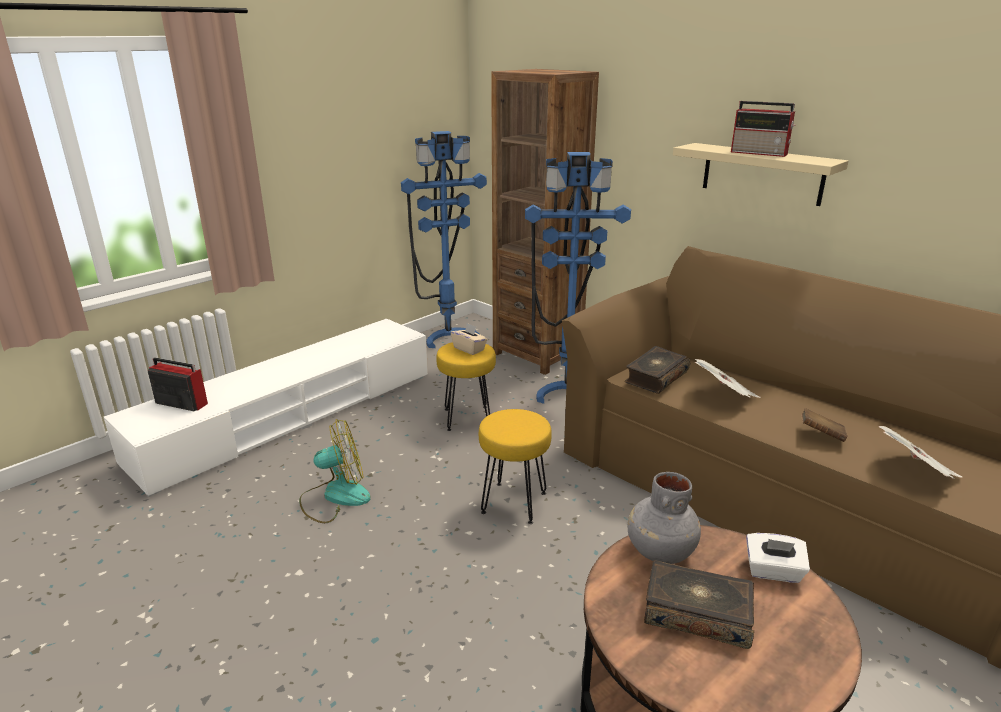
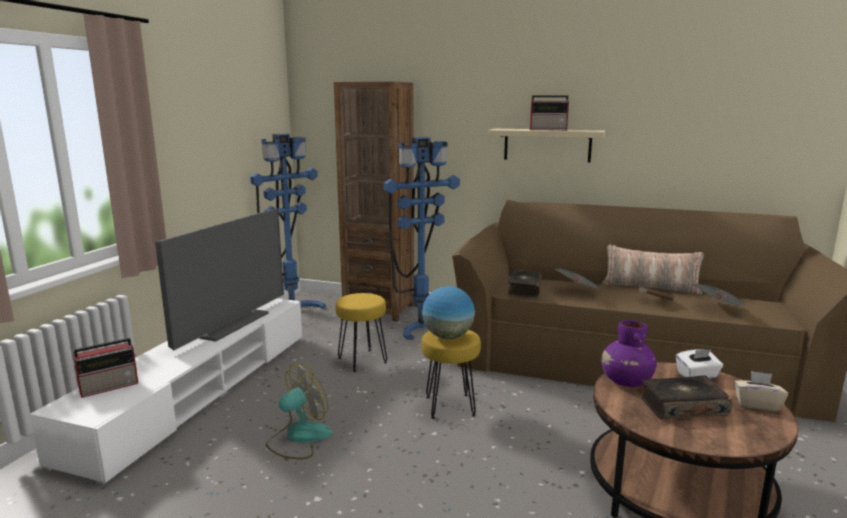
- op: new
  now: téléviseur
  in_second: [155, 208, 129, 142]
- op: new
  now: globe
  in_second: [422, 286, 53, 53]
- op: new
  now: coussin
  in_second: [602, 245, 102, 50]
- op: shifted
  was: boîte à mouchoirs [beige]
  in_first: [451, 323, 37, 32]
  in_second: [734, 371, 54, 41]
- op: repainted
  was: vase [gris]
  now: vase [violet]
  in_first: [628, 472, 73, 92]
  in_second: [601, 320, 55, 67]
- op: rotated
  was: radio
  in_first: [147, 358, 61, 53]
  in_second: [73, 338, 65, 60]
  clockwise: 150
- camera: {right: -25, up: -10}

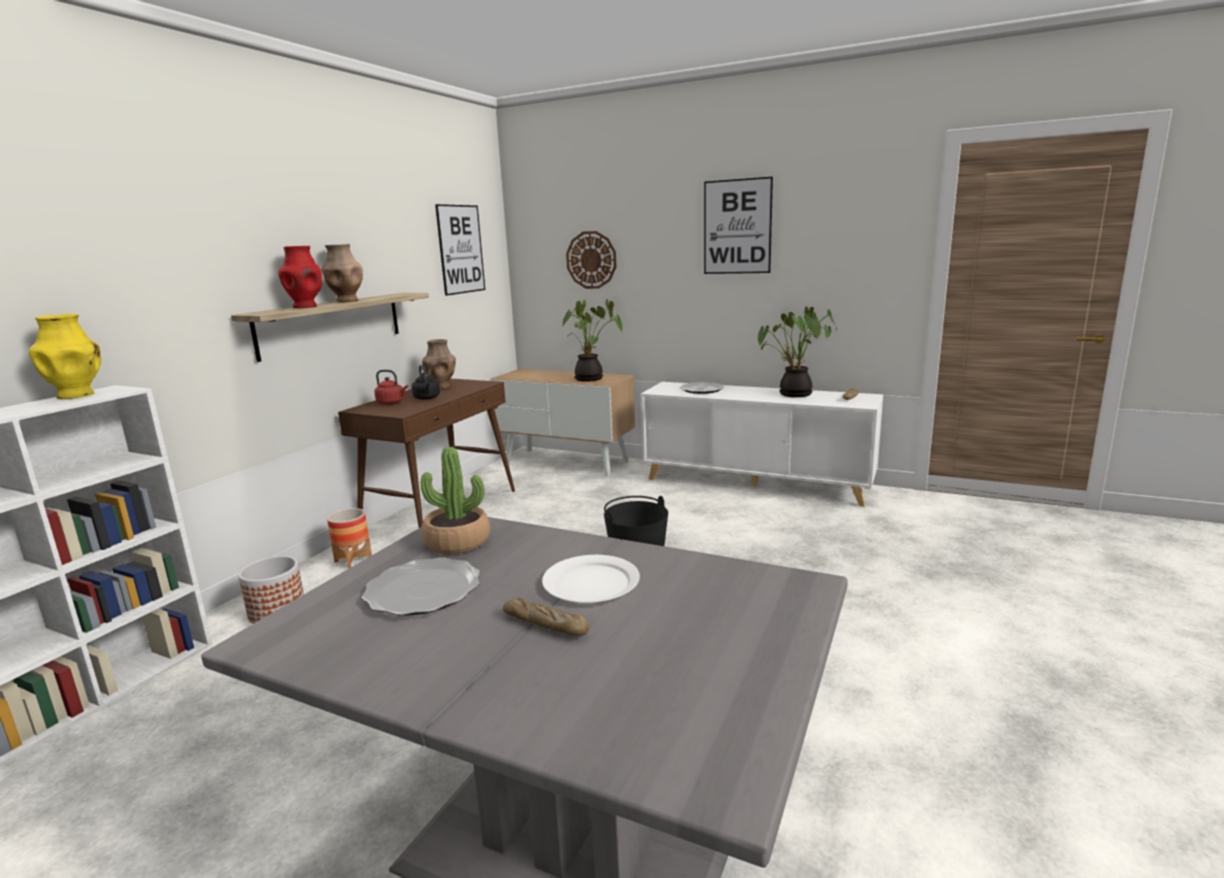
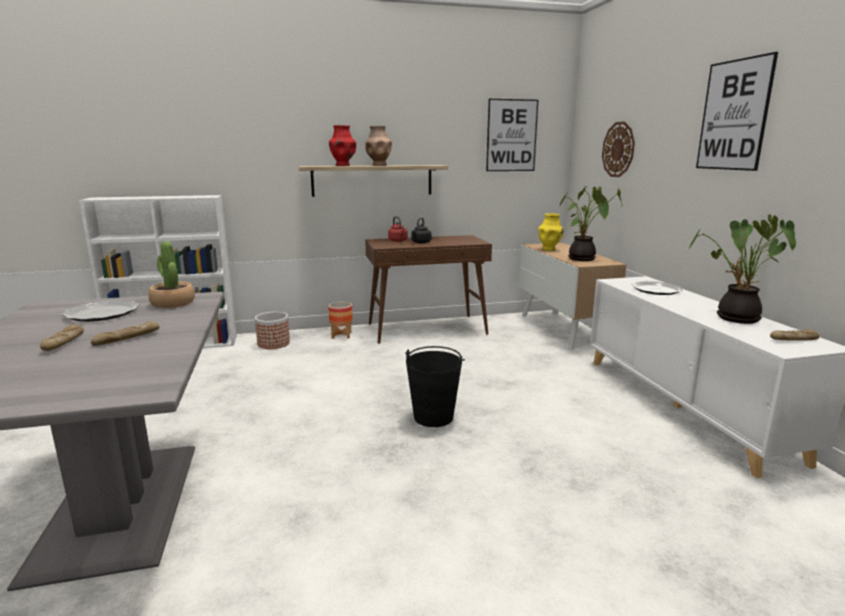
- op: gone
  was: vase [marron]
  in_first: [422, 339, 34, 50]
- op: shifted
  was: vase [jaune]
  in_first: [29, 314, 72, 85]
  in_second: [538, 214, 26, 37]
- op: swapped
  was: assiette [blanc]
  now: pain
  in_first: [542, 555, 98, 48]
  in_second: [91, 321, 68, 25]
- camera: {right: 50, up: 0}

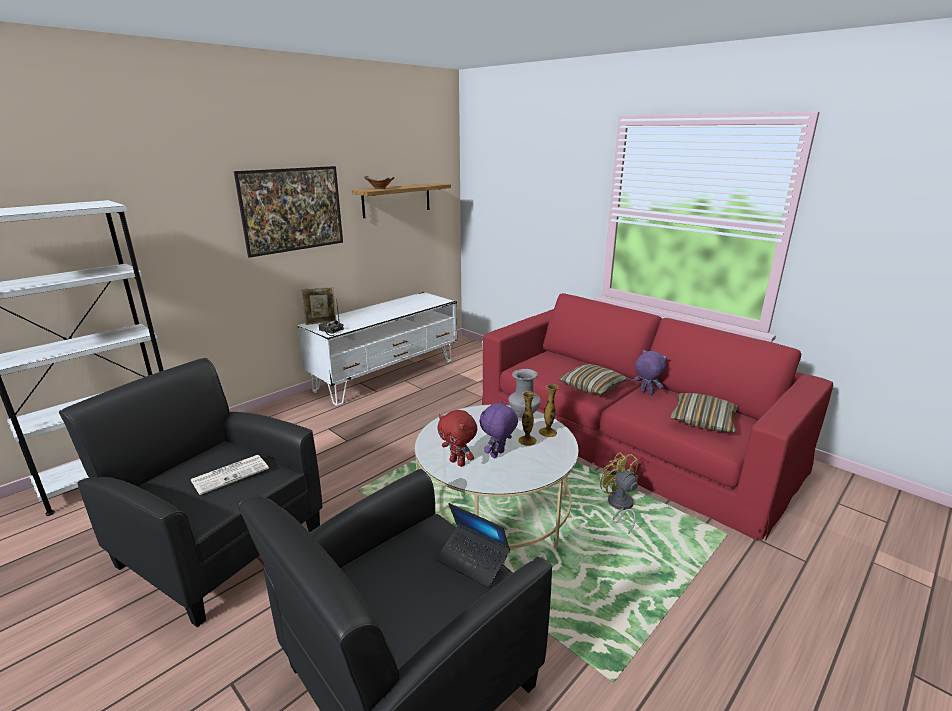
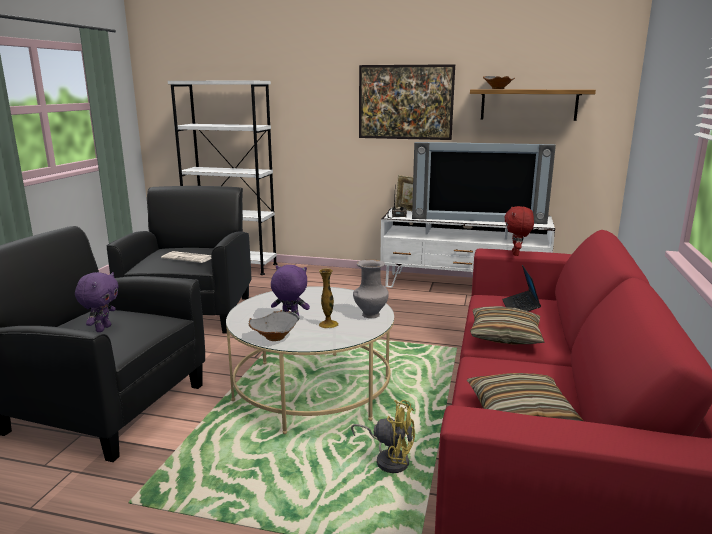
- op: gone
  was: vase
  in_first: [539, 384, 20, 53]
- op: new
  now: bol [gris]
  in_second: [248, 310, 51, 31]
- op: new
  now: téléviseur
  in_second: [412, 142, 144, 82]
- op: shifted
  was: ordinateur portable
  in_first: [436, 503, 74, 84]
  in_second: [502, 265, 39, 46]
- op: shifted
  was: peluche [rouge]
  in_first: [437, 410, 40, 57]
  in_second: [505, 206, 29, 50]
- op: shifted
  was: peluche [violet]
  in_first: [633, 350, 34, 45]
  in_second: [75, 272, 44, 60]
- op: rotated
  was: ventilateur [jaune]
  in_first: [600, 452, 38, 82]
  in_second: [351, 400, 64, 73]
  clockwise: 75
- camera: {right: 60, up: -5}

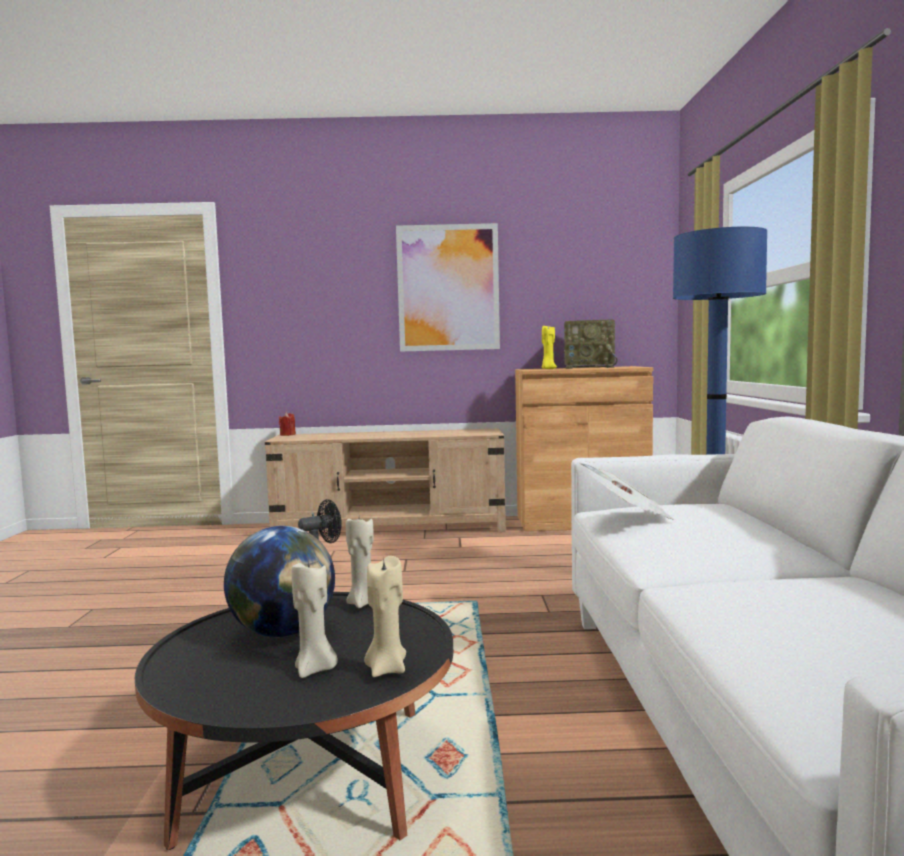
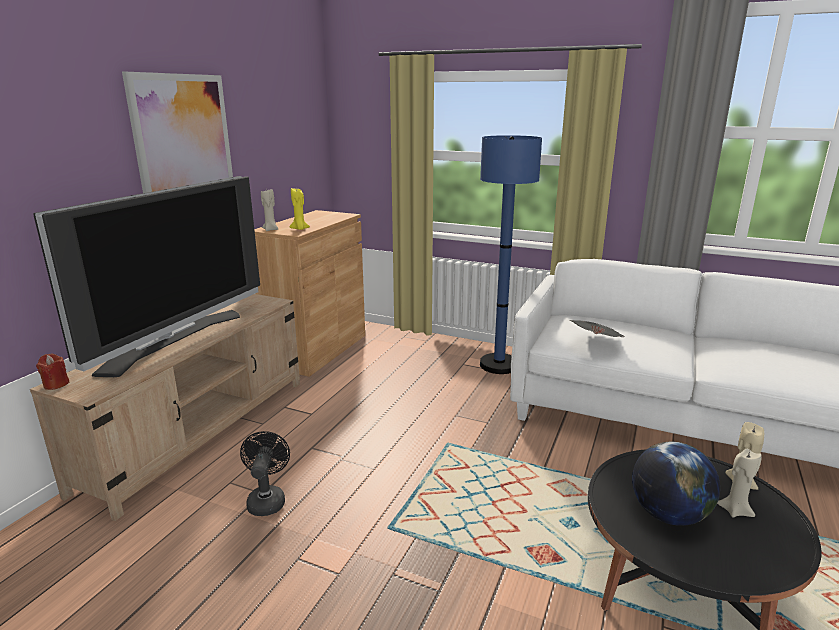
- op: gone
  was: radio
  in_first: [564, 319, 54, 50]
- op: new
  now: téléviseur
  in_second: [33, 176, 227, 201]
- op: shifted
  was: bougie [beige]
  in_first: [346, 518, 28, 90]
  in_second: [261, 189, 17, 42]
- camera: {right: -65, up: 15}

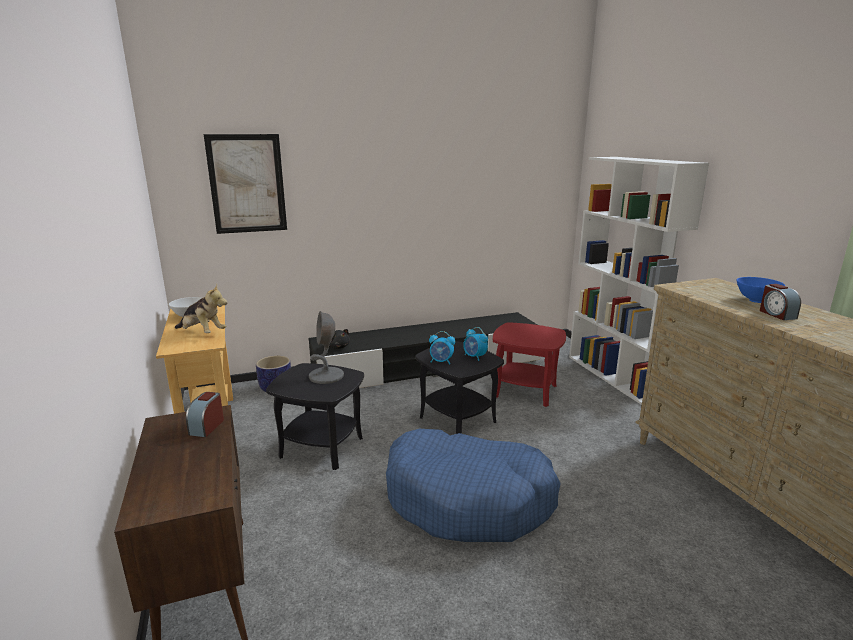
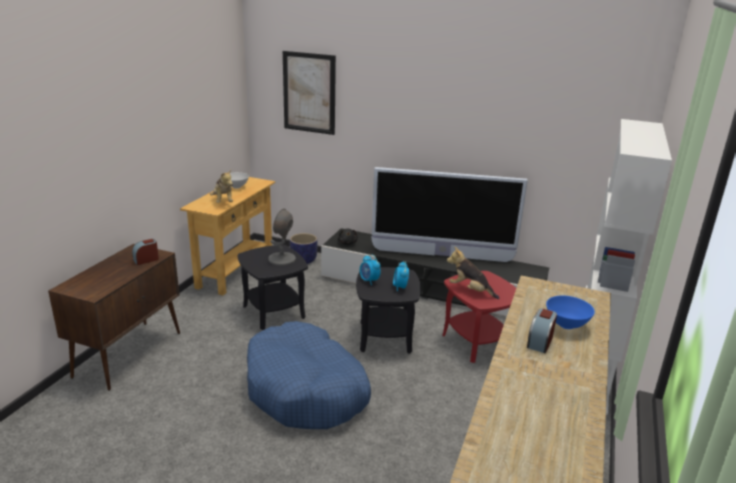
- op: new
  now: téléviseur
  in_second: [372, 167, 156, 95]
- op: new
  now: peluche
  in_second: [447, 246, 52, 53]
- camera: {right: 40, up: 5}

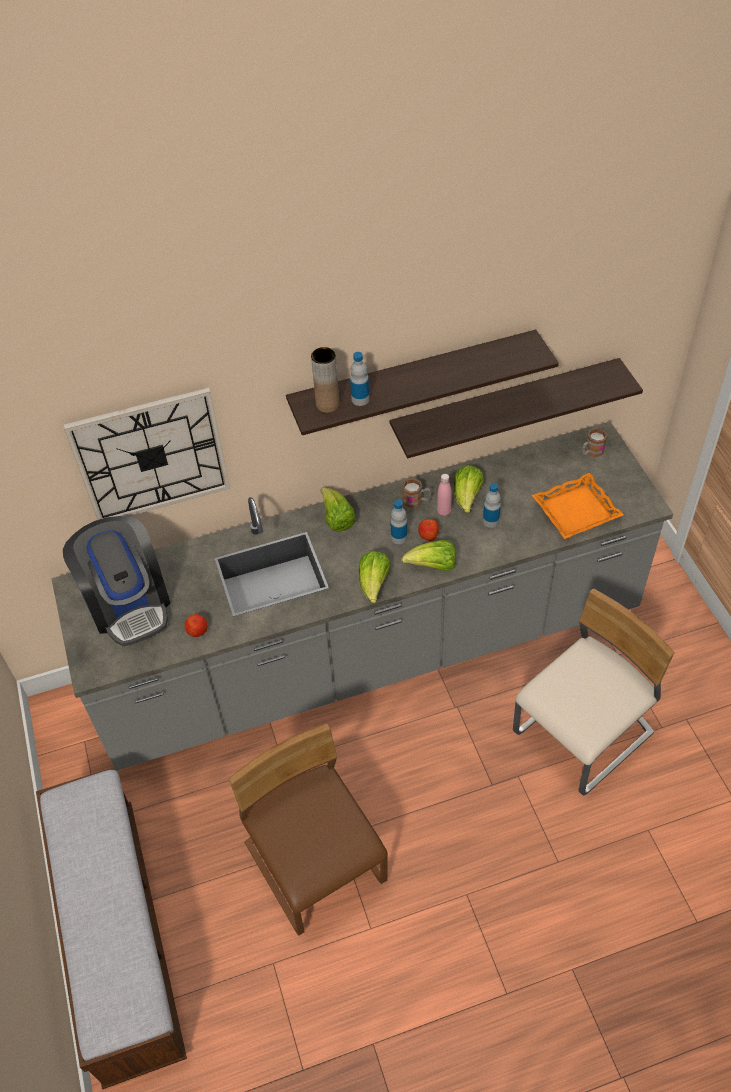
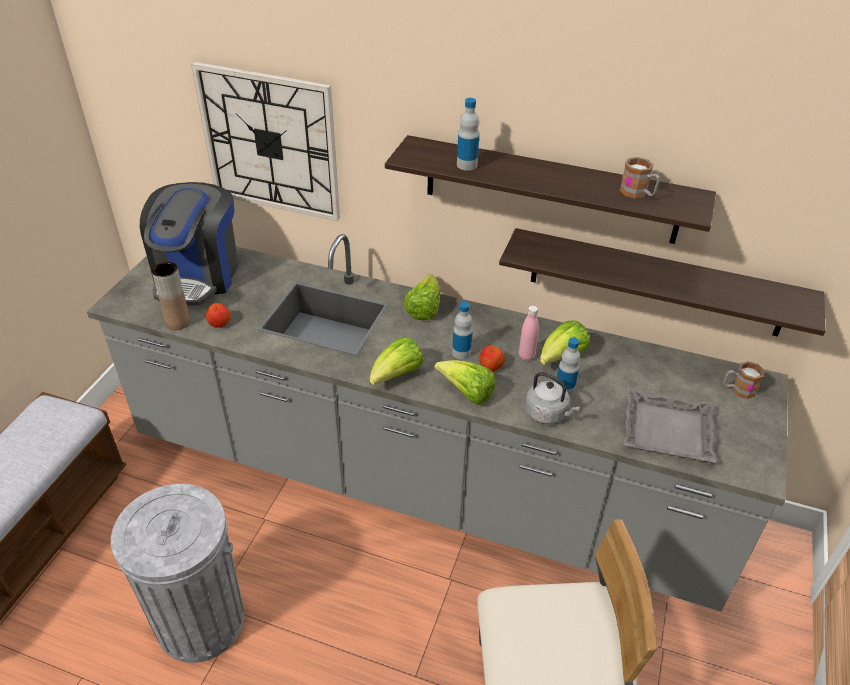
- op: new
  now: bouilloire [gris]
  in_second: [525, 372, 55, 52]
- op: shifted
  was: vase [marron]
  in_first: [311, 347, 28, 66]
  in_second: [152, 262, 38, 68]
- op: shifted
  was: mug
  in_first: [402, 478, 29, 30]
  in_second: [620, 157, 40, 41]
- op: swapped
  was: chaise [marron]
  now: poubelle [gris]
  in_first: [229, 724, 159, 212]
  in_second: [111, 484, 133, 179]
- op: repainted
  was: plateau [orange]
  now: plateau [gris]
  in_first: [532, 473, 92, 66]
  in_second: [623, 388, 94, 75]
- camera: {right: 35, up: -10}

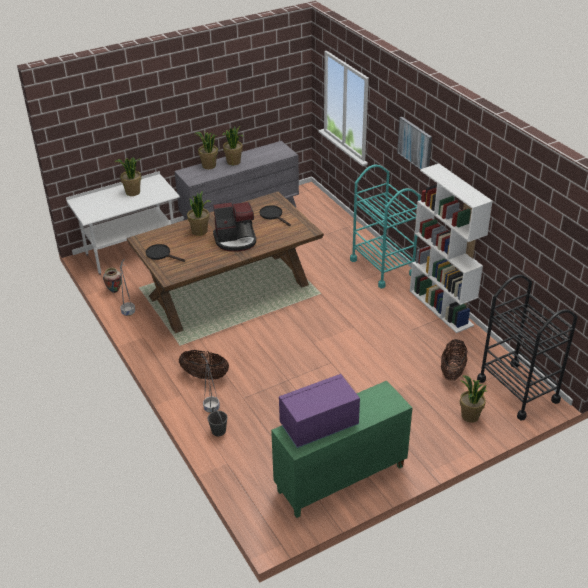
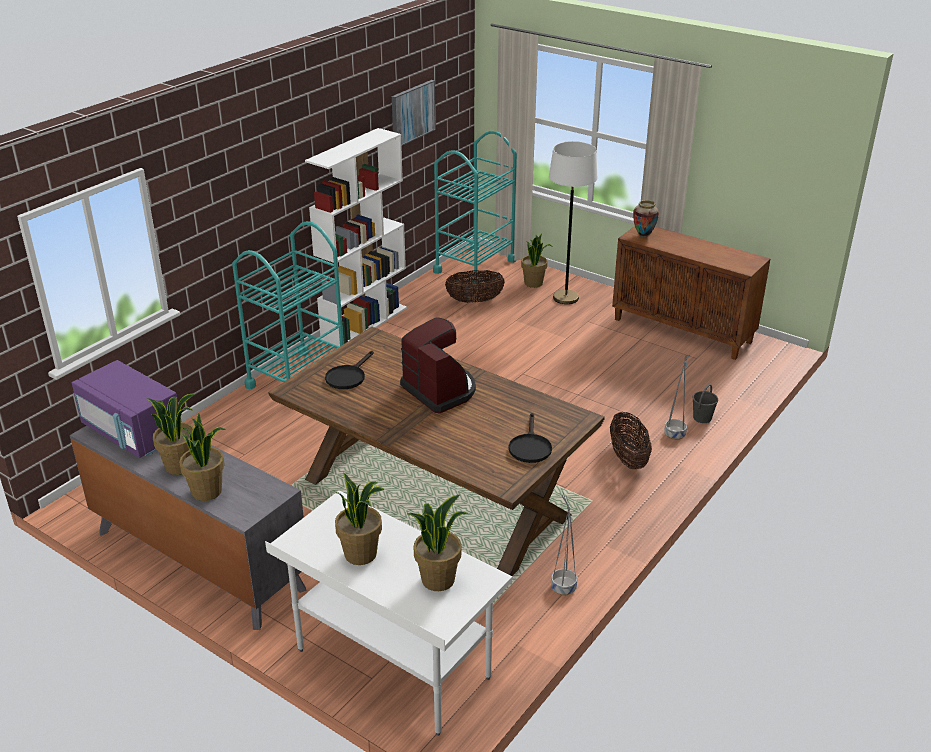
- op: new
  now: lampadaire [blanc]
  in_second: [549, 141, 48, 163]
- op: shifted
  was: vase
  in_first: [103, 268, 18, 25]
  in_second: [633, 200, 26, 37]
- op: shifted
  was: plante en pot
  in_first: [187, 191, 25, 45]
  in_second: [407, 495, 62, 96]
- op: shifted
  was: micro-ondes [violet]
  in_first: [279, 374, 81, 74]
  in_second: [72, 360, 106, 98]
- op: shifted
  was: tableau
  in_first: [397, 117, 35, 52]
  in_second: [392, 80, 44, 66]
- op: repainted
  was: meuble de rangement [vert]
  now: meuble de rangement [marron]
  in_first: [271, 381, 142, 137]
  in_second: [612, 226, 159, 134]
- op: repainted
  was: chariot [noir]
  now: chariot [turquoise]
  in_first: [477, 274, 101, 147]
  in_second: [433, 131, 84, 155]
- camera: {right: -115, up: -5}

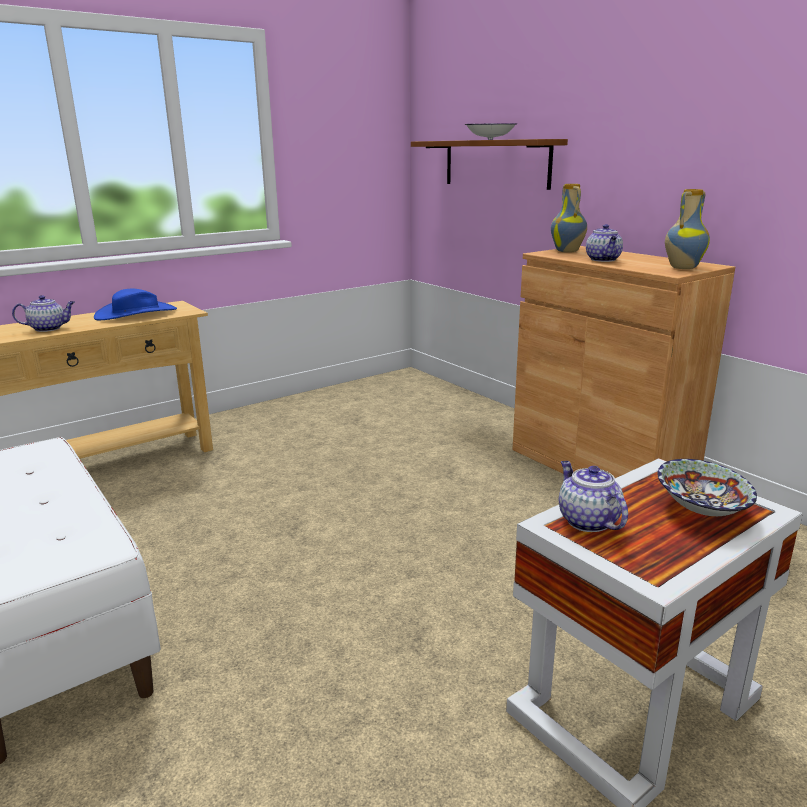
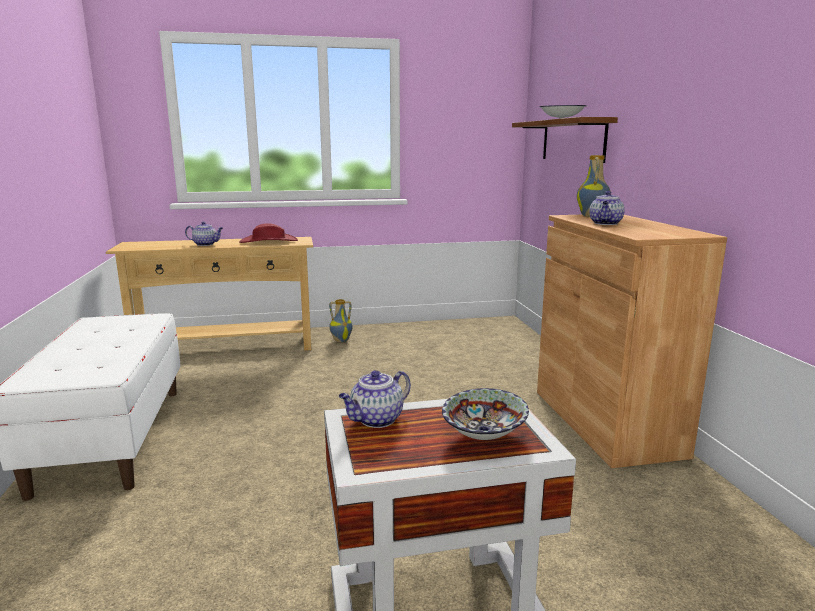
- op: shifted
  was: vase
  in_first: [665, 189, 45, 80]
  in_second: [329, 299, 24, 43]
- op: repainted
  was: chapeau [bleu]
  now: chapeau [rouge]
  in_first: [94, 289, 83, 31]
  in_second: [239, 223, 59, 20]
- op: rotated
  was: théière
  in_first: [559, 461, 69, 71]
  in_second: [339, 370, 72, 58]
  clockwise: -135
- camera: {right: 25, up: -5}

